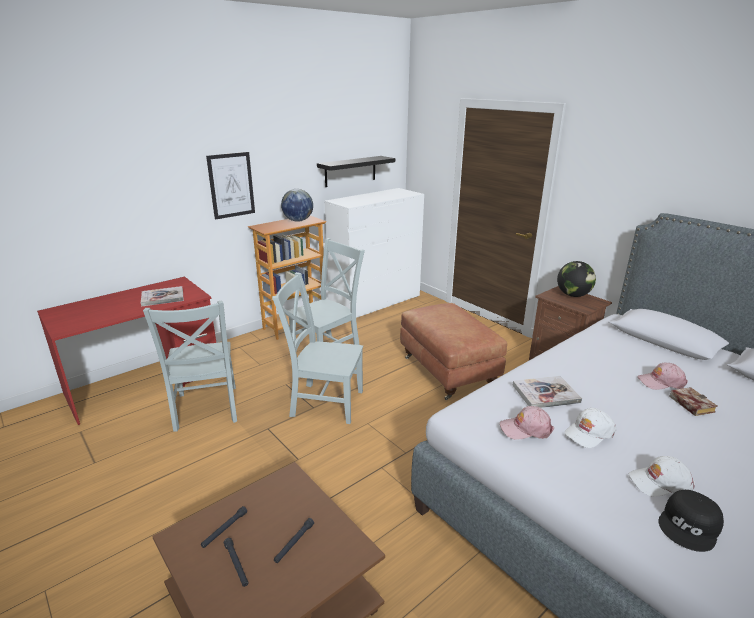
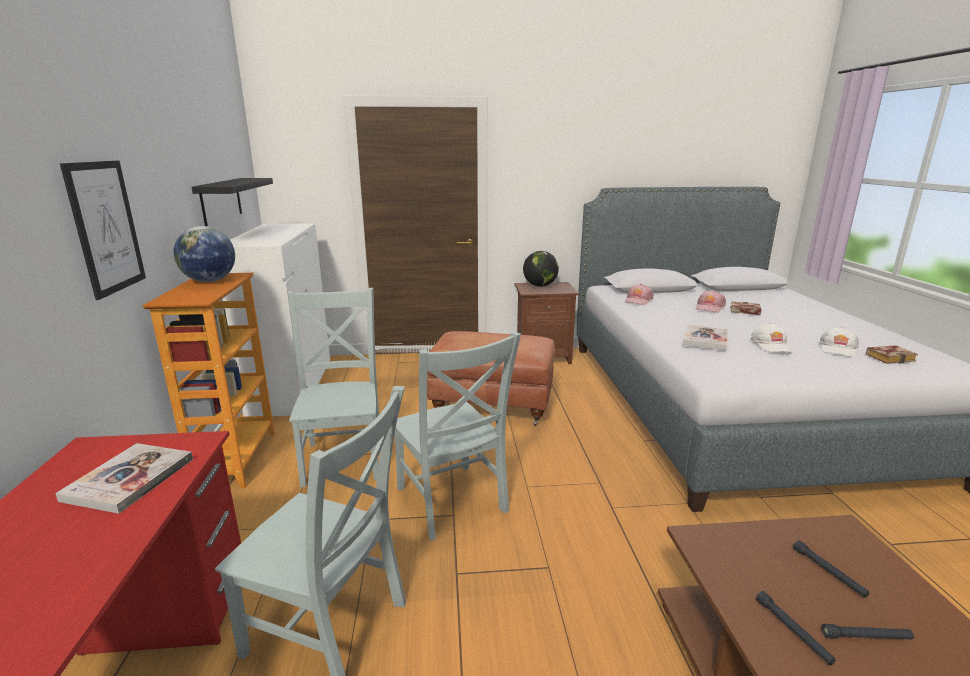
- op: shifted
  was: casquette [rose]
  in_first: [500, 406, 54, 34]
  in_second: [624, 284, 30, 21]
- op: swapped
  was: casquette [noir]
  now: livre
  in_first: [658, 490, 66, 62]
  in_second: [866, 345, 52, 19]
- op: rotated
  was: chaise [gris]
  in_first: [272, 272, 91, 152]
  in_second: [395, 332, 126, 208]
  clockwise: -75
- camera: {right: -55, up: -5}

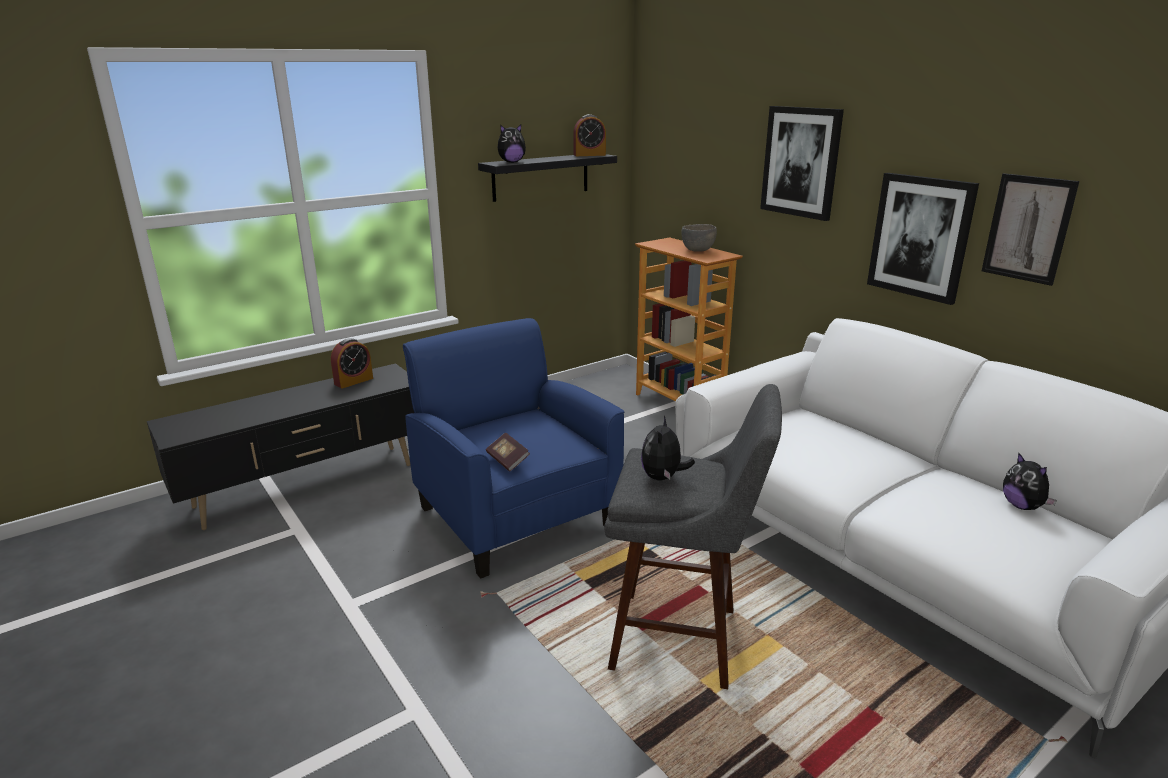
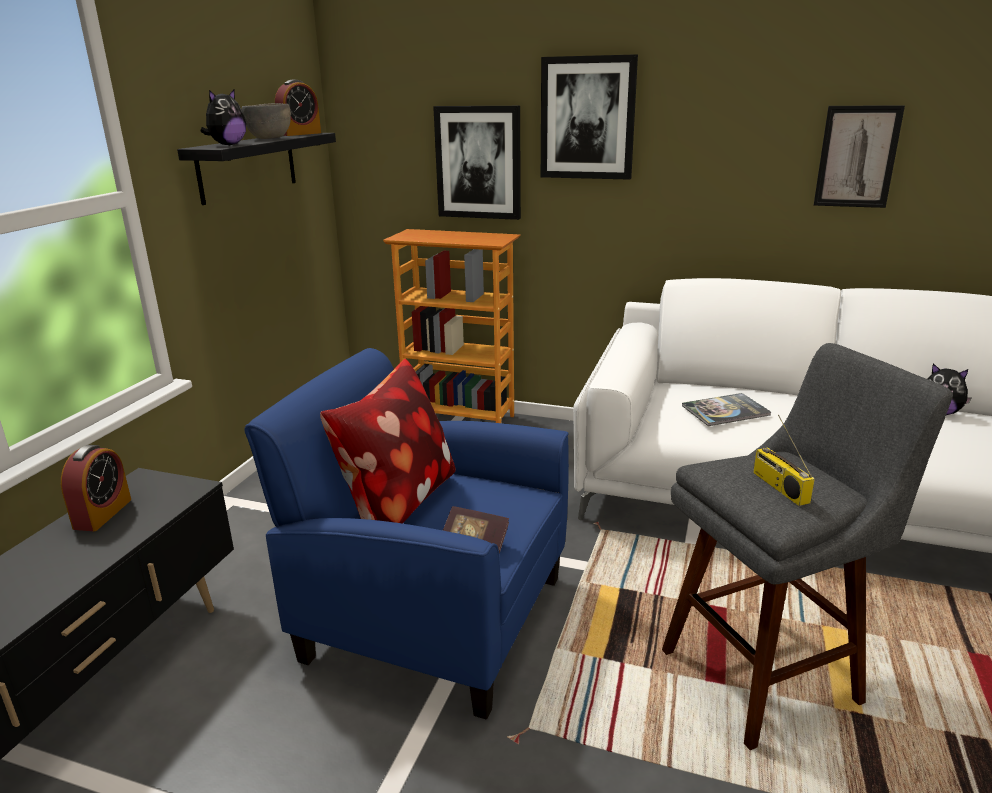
- op: new
  now: coussin
  in_second: [320, 359, 136, 165]
- op: new
  now: livre
  in_second: [682, 393, 89, 33]
- op: shifted
  was: bol [gris]
  in_first: [682, 224, 35, 28]
  in_second: [242, 103, 49, 36]
- op: shifted
  was: tableau
  in_first: [867, 173, 112, 132]
  in_second: [433, 106, 88, 114]
- op: swapped
  was: peluche
  now: radio
  in_first: [641, 416, 54, 64]
  in_second: [753, 414, 62, 92]
- camera: {right: -35, up: 0}

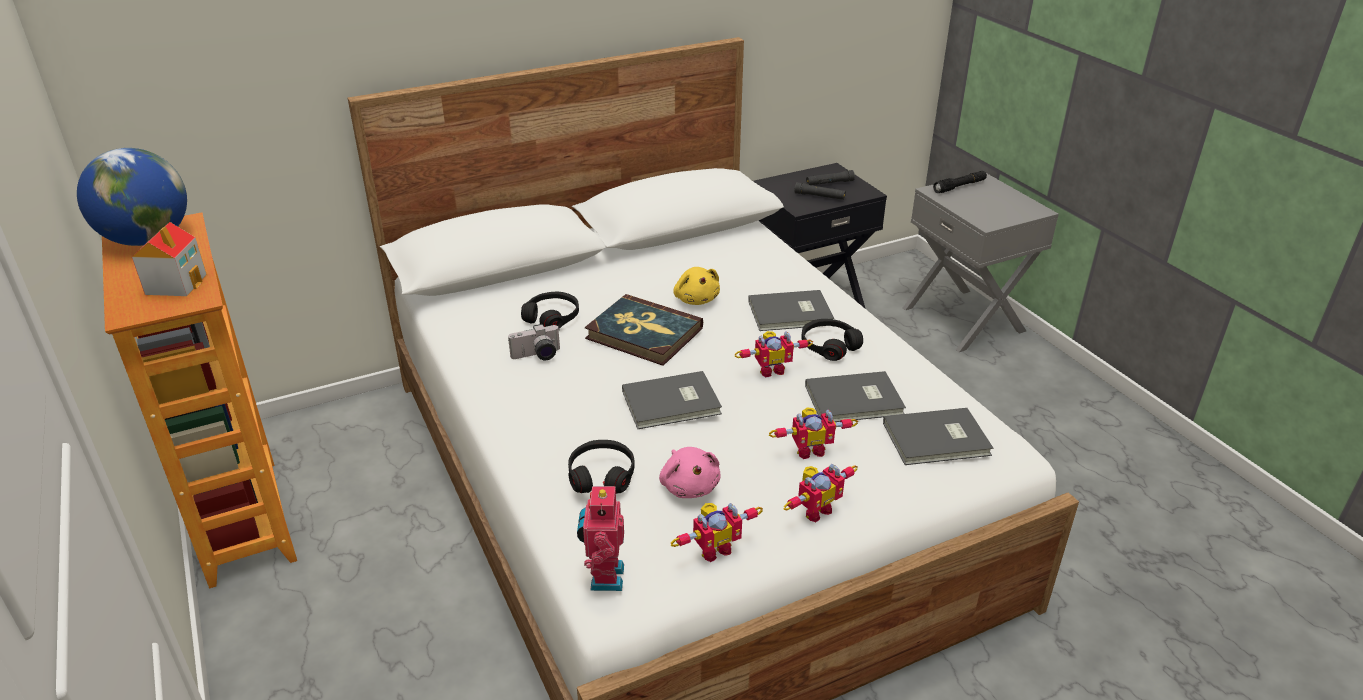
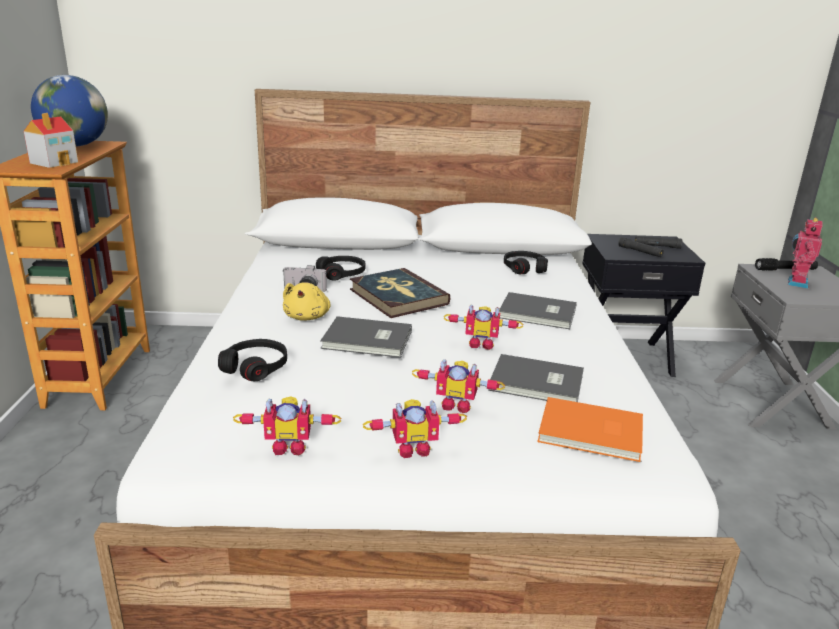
- op: gone
  was: peluche [rose]
  in_first: [659, 447, 61, 51]
- op: shifted
  was: robot jouet
  in_first: [577, 481, 47, 110]
  in_second: [788, 217, 35, 72]
- op: shifted
  was: peluche [jaune]
  in_first: [673, 267, 47, 38]
  in_second: [283, 282, 48, 39]
- op: shifted
  was: casque audio [noir]
  in_first: [801, 319, 62, 42]
  in_second: [504, 251, 44, 23]
- op: repainted
  was: livre [gris]
  now: livre [orange]
  in_first: [883, 408, 110, 57]
  in_second: [537, 397, 106, 65]
- camera: {right: 25, up: -10}

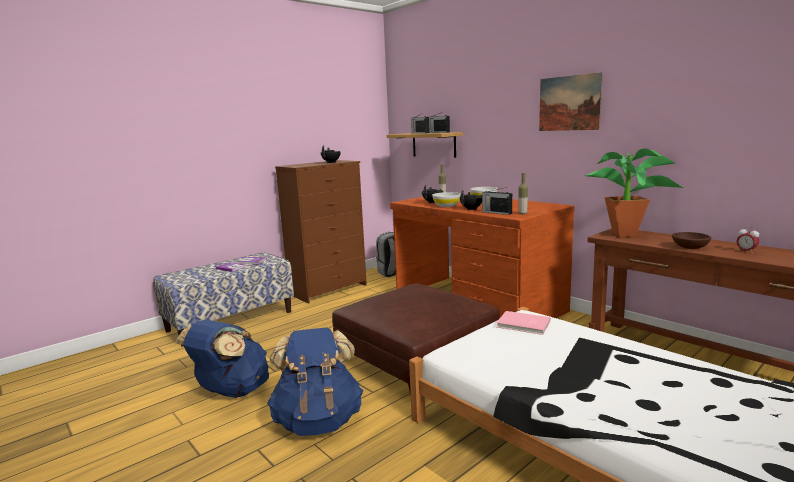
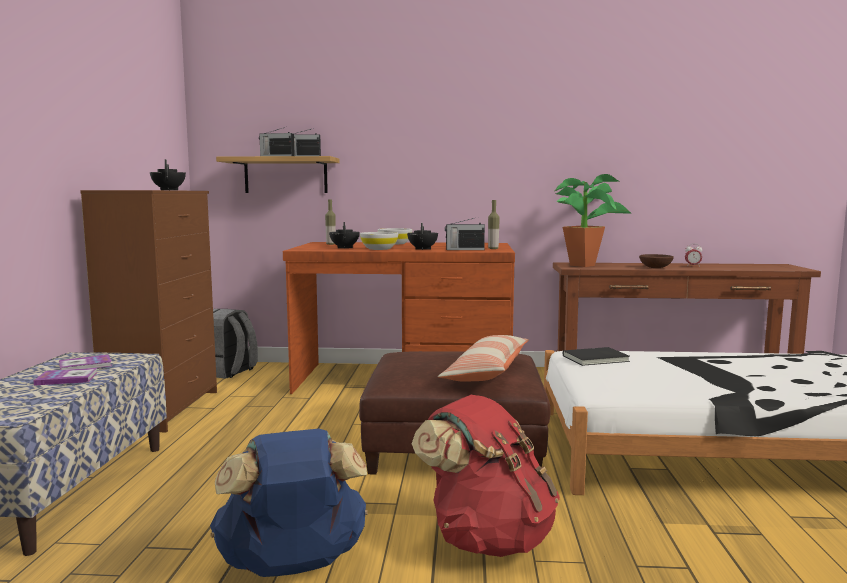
- op: gone
  was: tableau
  in_first: [539, 72, 64, 59]
- op: new
  now: coussin
  in_second: [438, 335, 91, 47]
- op: repainted
  was: sac à dos [bleu]
  now: sac à dos [rouge]
  in_first: [267, 327, 96, 109]
  in_second: [412, 395, 148, 162]
- op: repainted
  was: livre [rose]
  now: livre [noir]
  in_first: [496, 311, 55, 24]
  in_second: [563, 347, 67, 19]
- camera: {right: -45, up: -5}

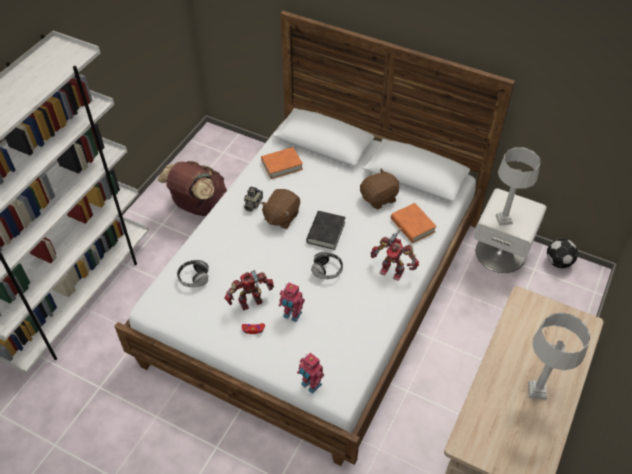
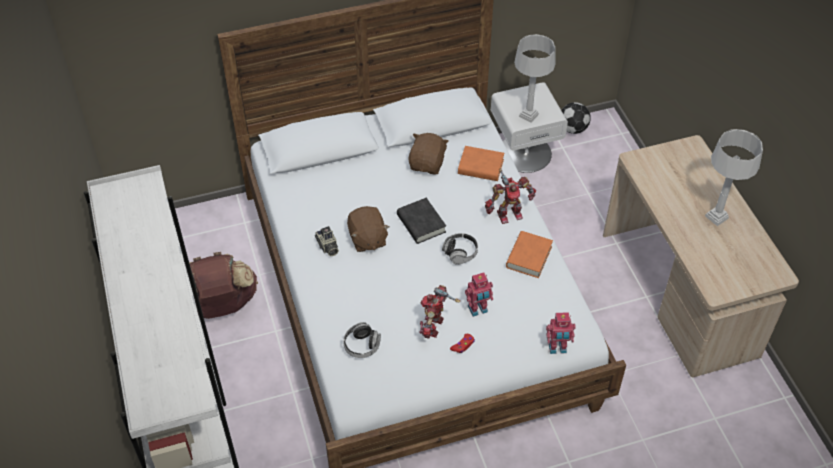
- op: shifted
  was: livre [orange]
  in_first: [261, 147, 42, 32]
  in_second: [506, 231, 47, 47]
- camera: {right: -45, up: 0}

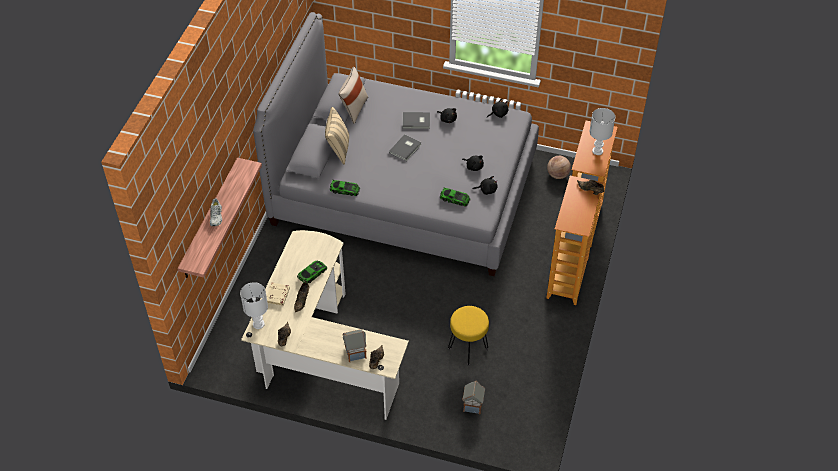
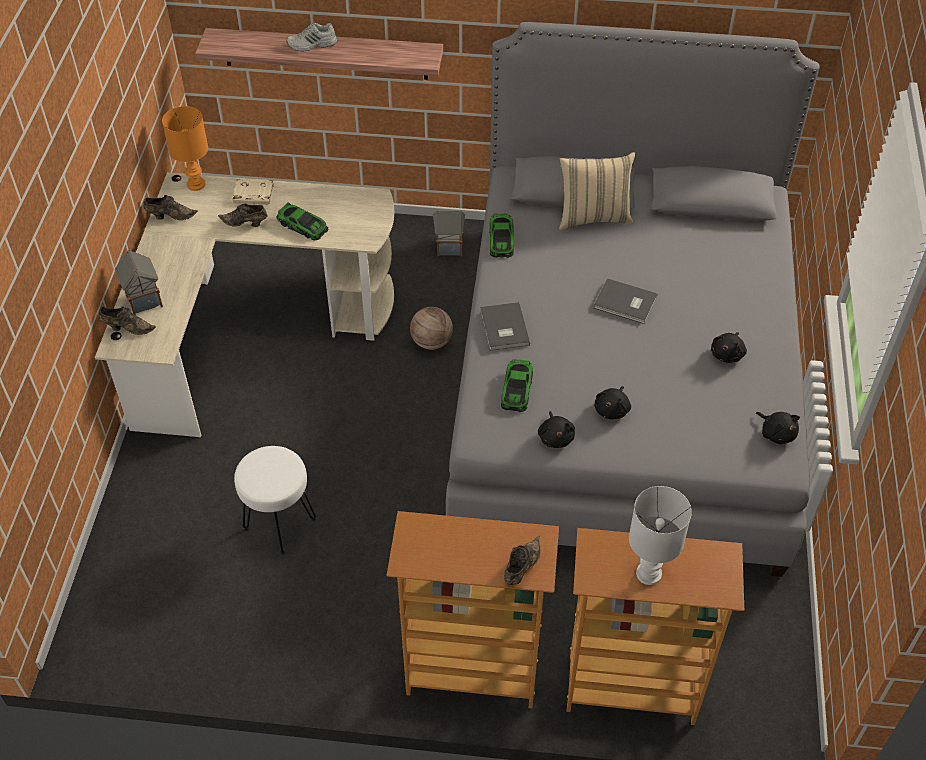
- op: gone
  was: coussin [beige]
  in_first: [339, 67, 29, 57]
- op: shifted
  was: livre [gris]
  in_first: [402, 112, 28, 17]
  in_second: [480, 302, 50, 49]
- op: shifted
  was: maison miniature
  in_first: [462, 381, 23, 33]
  in_second: [433, 210, 32, 46]
- op: shifted
  was: ballon de basket
  in_first: [547, 156, 24, 23]
  in_second: [410, 307, 43, 43]
- op: repainted
  was: lampe de table [blanc]
  now: lampe de table [orange]
  in_first: [240, 282, 28, 47]
  in_second: [162, 106, 46, 85]
- op: repainted
  was: tabouret [jaune]
  now: tabouret [blanc]
  in_first: [448, 306, 41, 60]
  in_second: [234, 446, 82, 109]
- camera: {right: 80, up: 0}

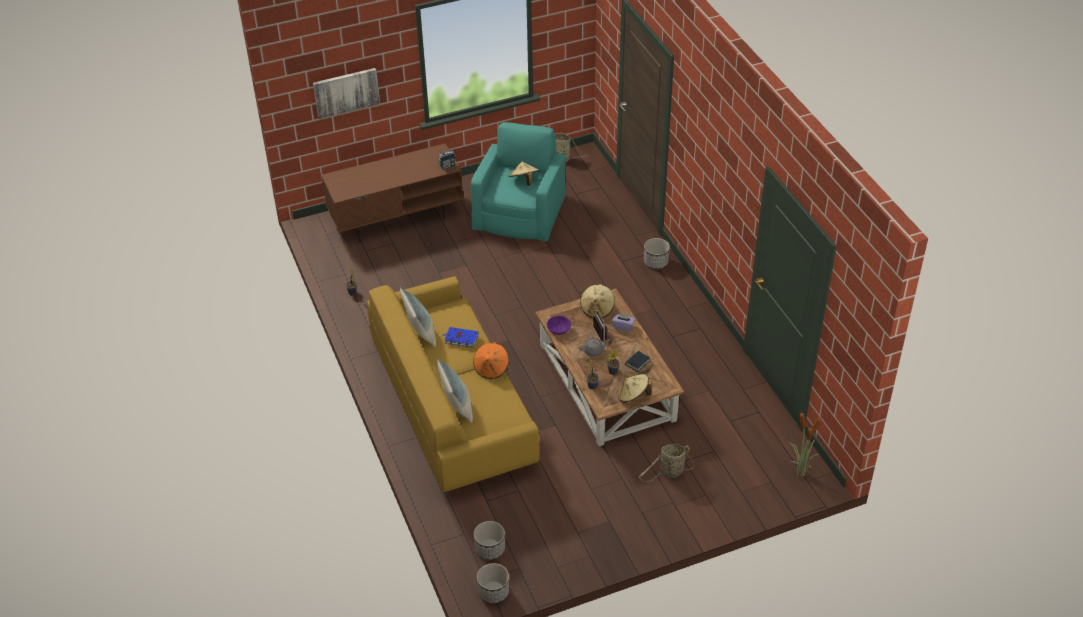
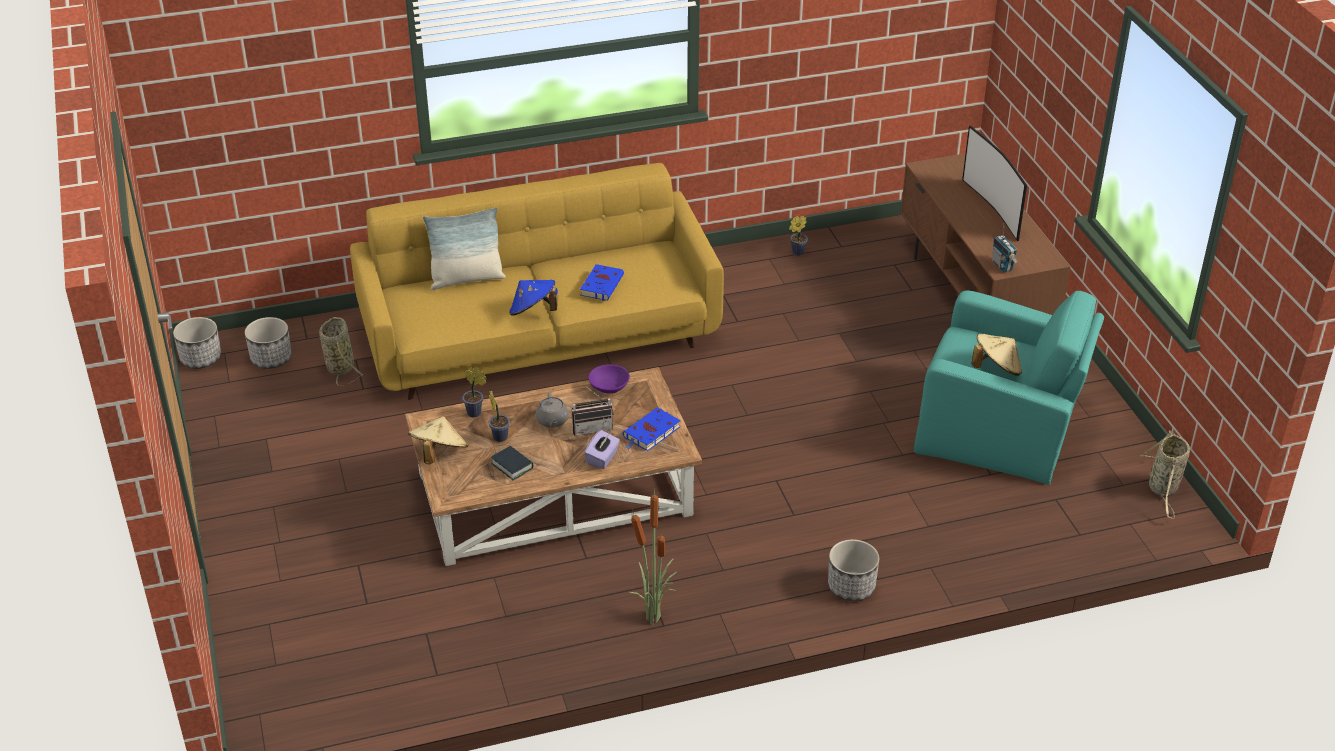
- op: gone
  was: tableau
  in_first: [313, 68, 67, 51]
- op: gone
  was: coussin
  in_first: [400, 287, 36, 60]
- op: new
  now: téléviseur
  in_second: [962, 125, 65, 116]
- op: shifted
  was: panier
  in_first: [639, 444, 56, 38]
  in_second: [319, 317, 44, 69]
- op: shifted
  was: plante en pot
  in_first: [789, 412, 33, 65]
  in_second: [629, 488, 48, 137]
- op: swapped
  was: chapeau [beige]
  now: livre [bleu]
  in_first: [580, 283, 35, 35]
  in_second: [623, 407, 58, 44]
- op: repainted
  was: chapeau [orange]
  now: chapeau [bleu]
  in_first: [473, 342, 36, 37]
  in_second: [509, 280, 49, 36]
- camera: {right: 95, up: -5}

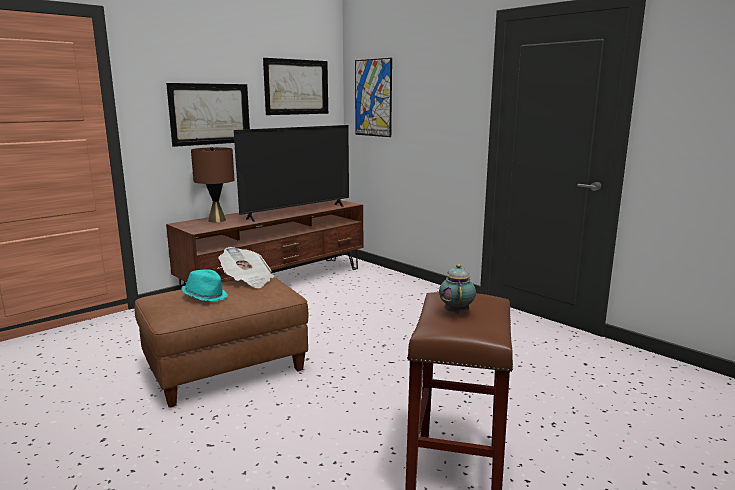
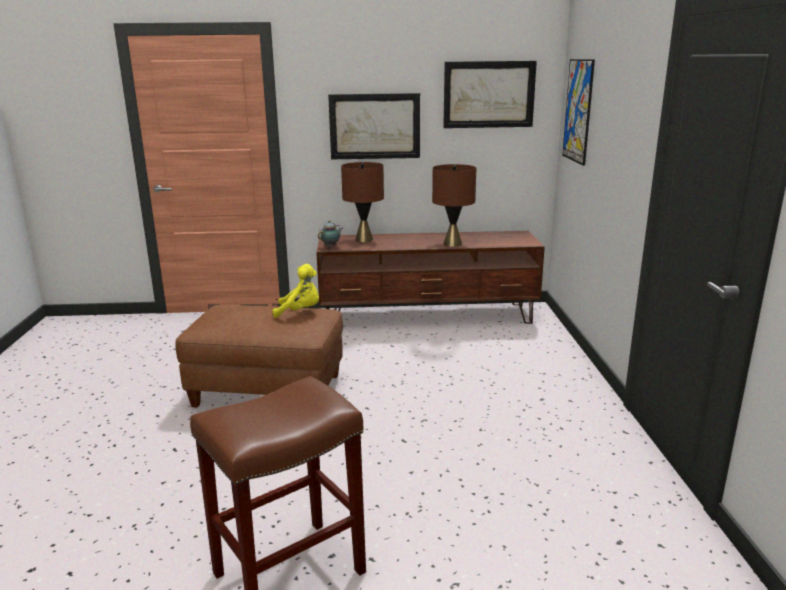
- op: gone
  was: chapeau [turquoise]
  in_first: [181, 270, 47, 31]
- op: shifted
  was: théière
  in_first: [439, 264, 37, 51]
  in_second: [318, 220, 25, 28]
- op: swapped
  was: journal
  now: peluche [jaune]
  in_first: [218, 247, 56, 41]
  in_second: [272, 264, 47, 54]
- op: swapped
  was: téléviseur
  now: lampe de table [marron]
  in_first: [234, 125, 115, 97]
  in_second: [432, 164, 44, 83]
- camera: {right: 40, up: 5}

